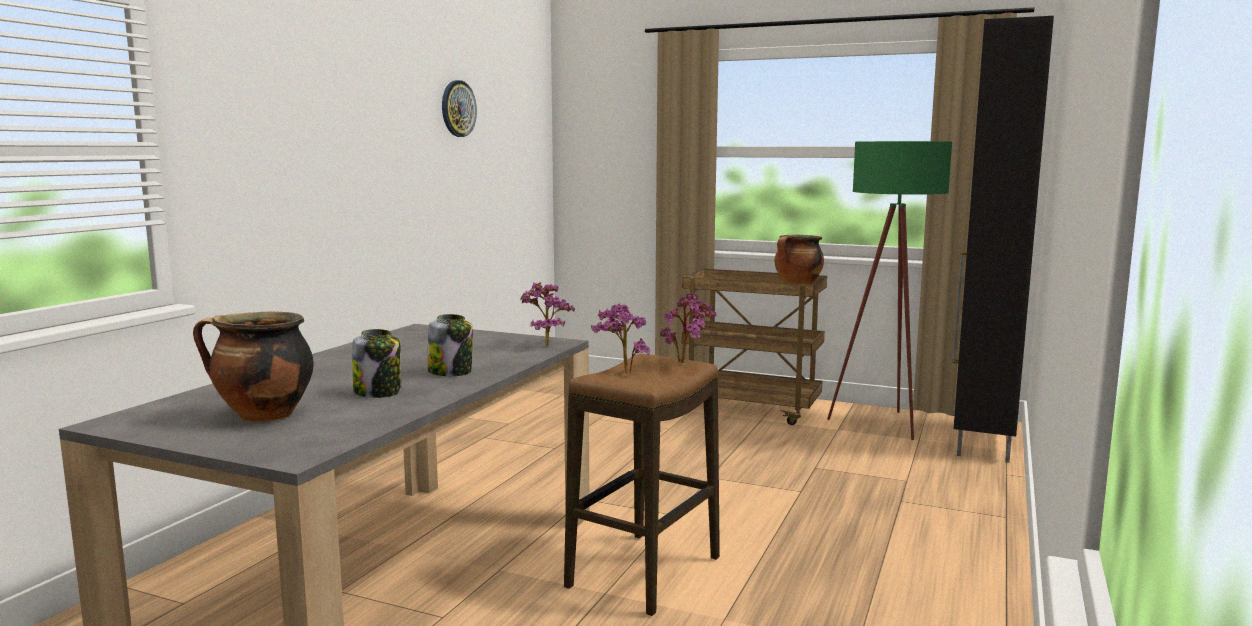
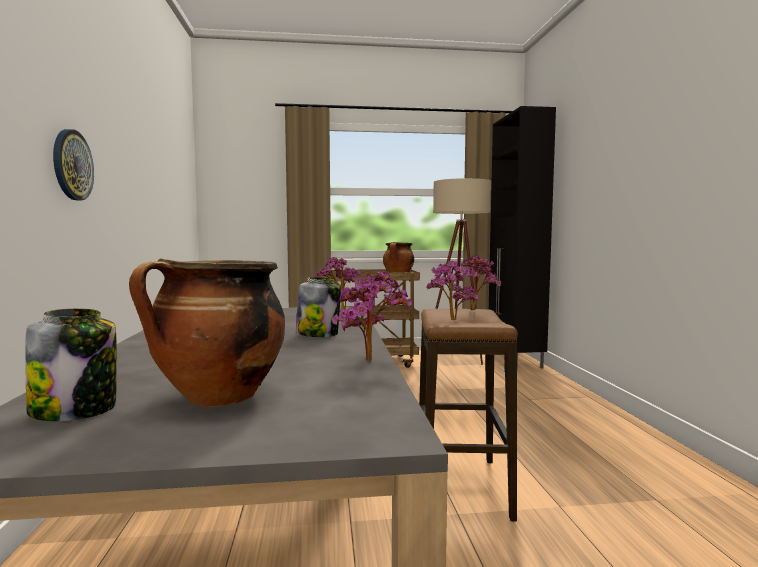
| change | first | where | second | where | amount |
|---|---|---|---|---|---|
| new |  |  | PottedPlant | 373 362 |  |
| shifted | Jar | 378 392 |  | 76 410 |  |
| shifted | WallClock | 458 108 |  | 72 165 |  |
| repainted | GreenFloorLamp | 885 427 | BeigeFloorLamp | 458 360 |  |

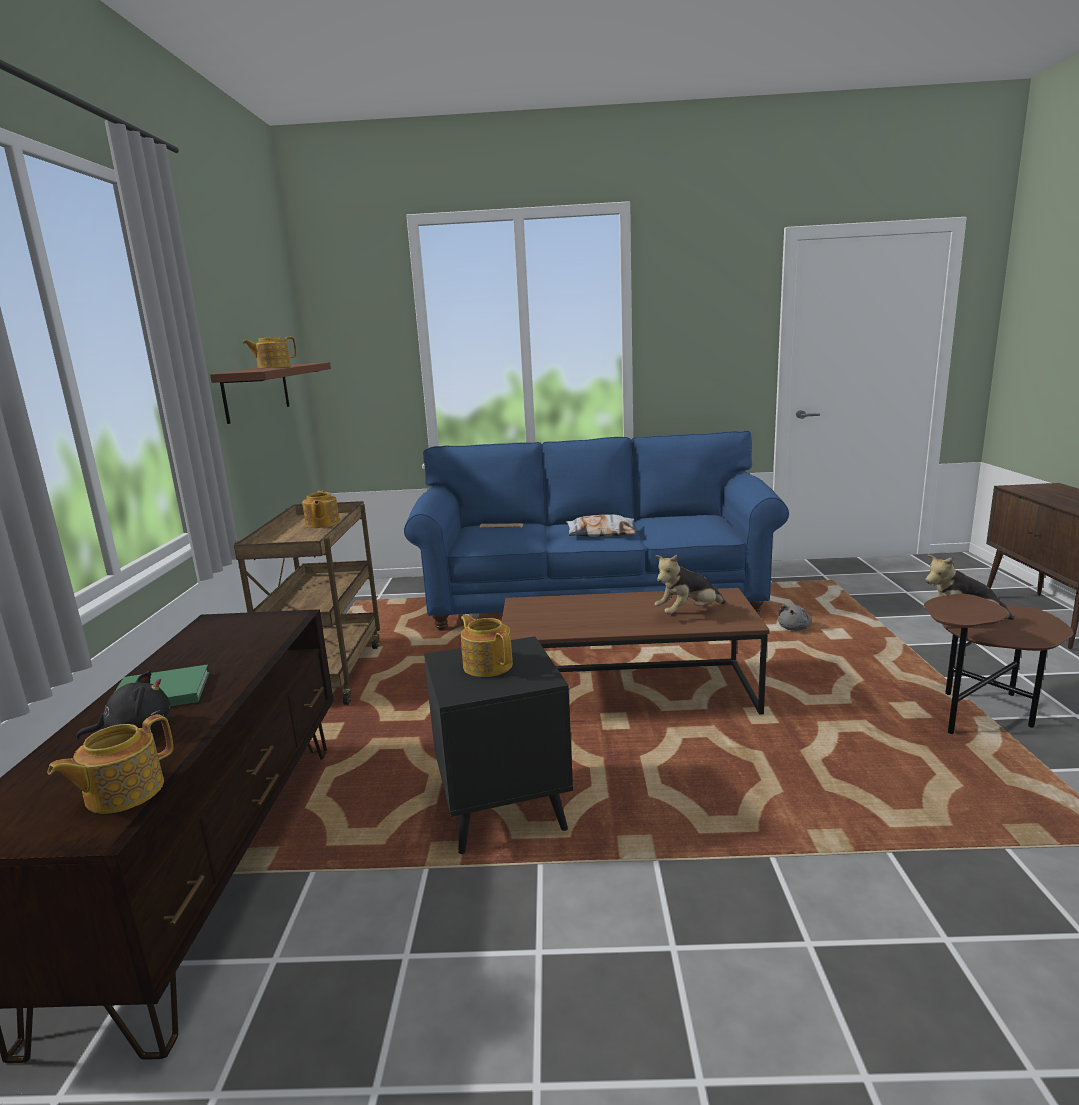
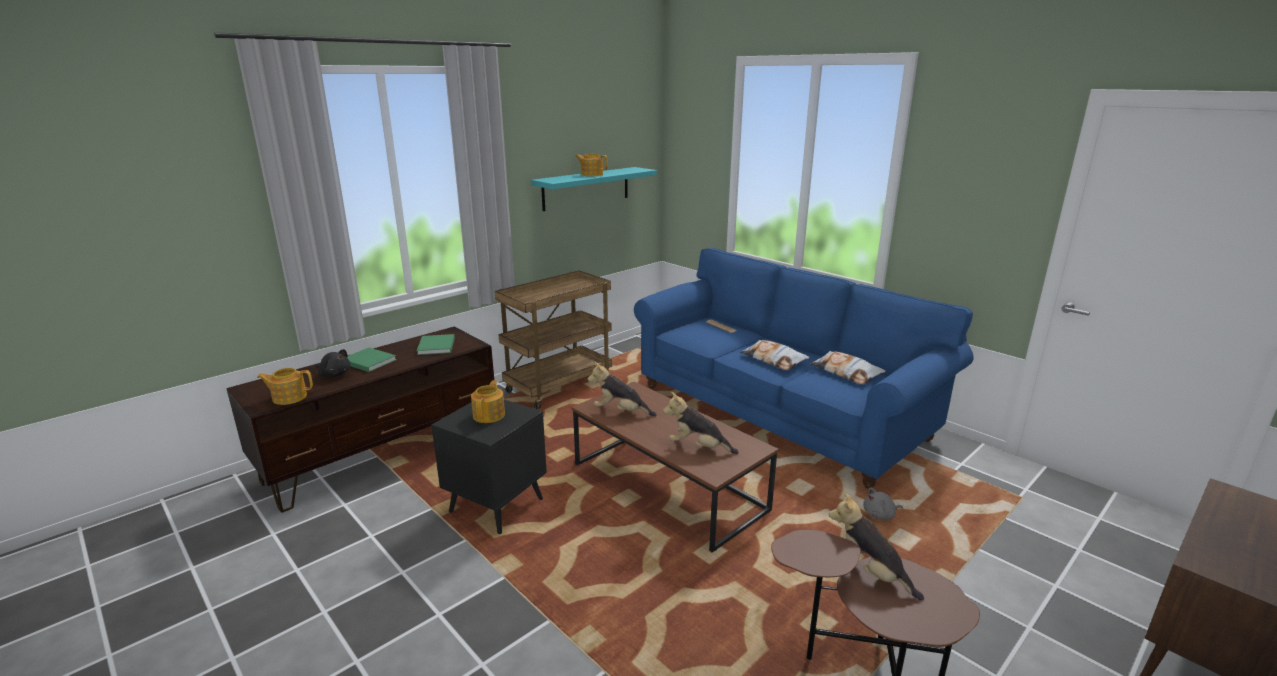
| change | first | where | second | where | amount |
|---|---|---|---|---|---|
| gone | Teapot | 322 524 |  |  |  |
| new |  |  | GreenBook | 436 347 |  |
| new |  |  | PlushToy | 620 411 |  |
| new |  |  | Pillow | 846 372 |  |
| repainted | BrownShelf | 257 391 | TurquoiseShelf | 586 188 |  |

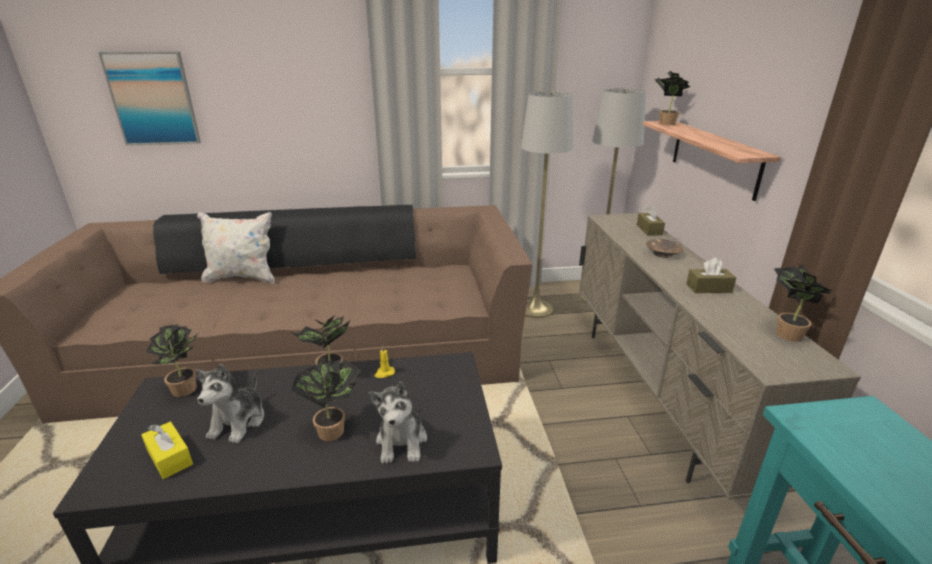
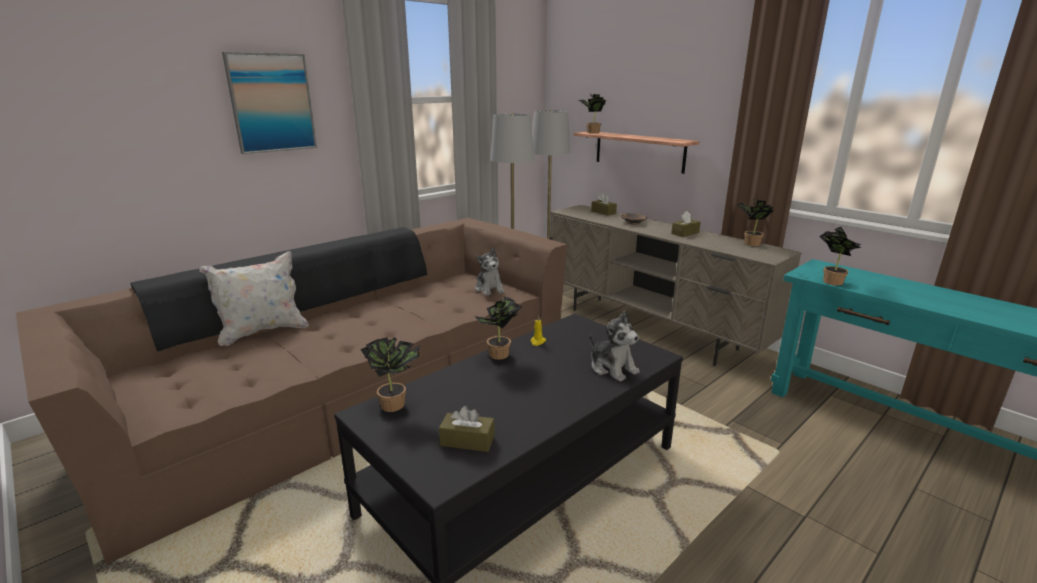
| change | first | where | second | where | amount |
|---|---|---|---|---|---|
| shifted | Picture | 153 99 |  | 271 103 |  |
| shifted | PlushToy | 238 422 |  | 489 289 |  |
| shifted | PottedPlant | 333 429 |  | 830 281 |  |
| repainted | YellowTissueBox | 170 457 | BrownTissueBox | 467 440 |  |

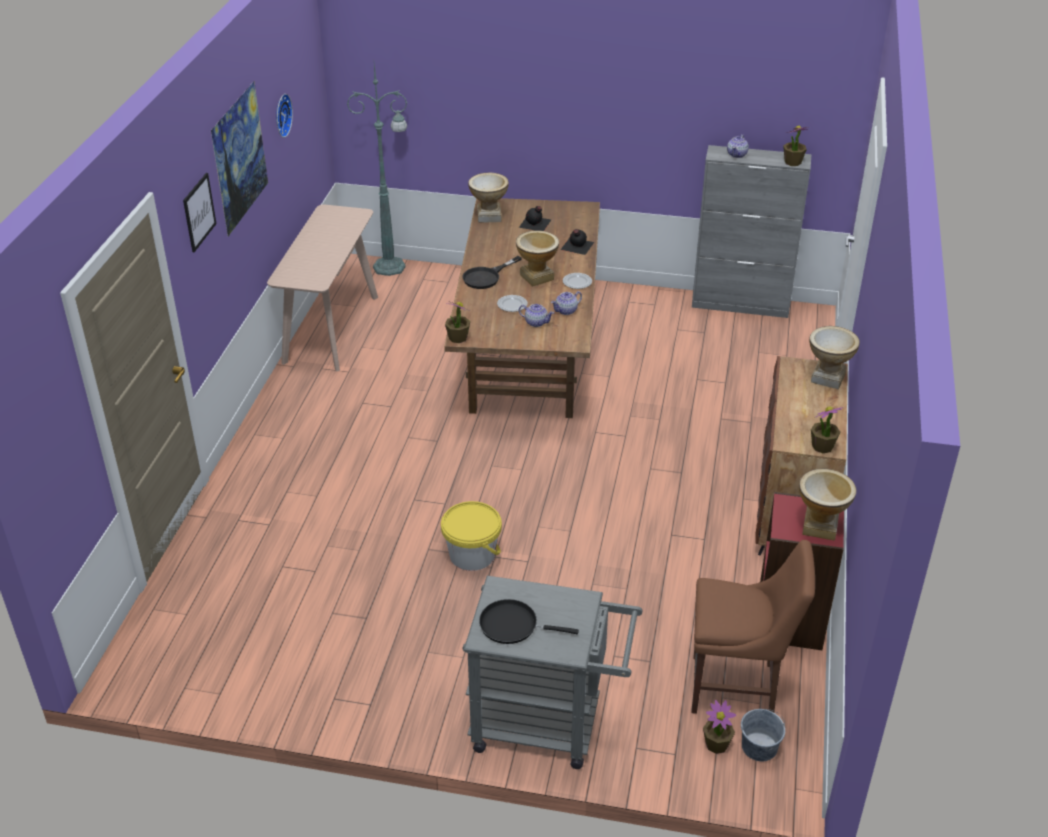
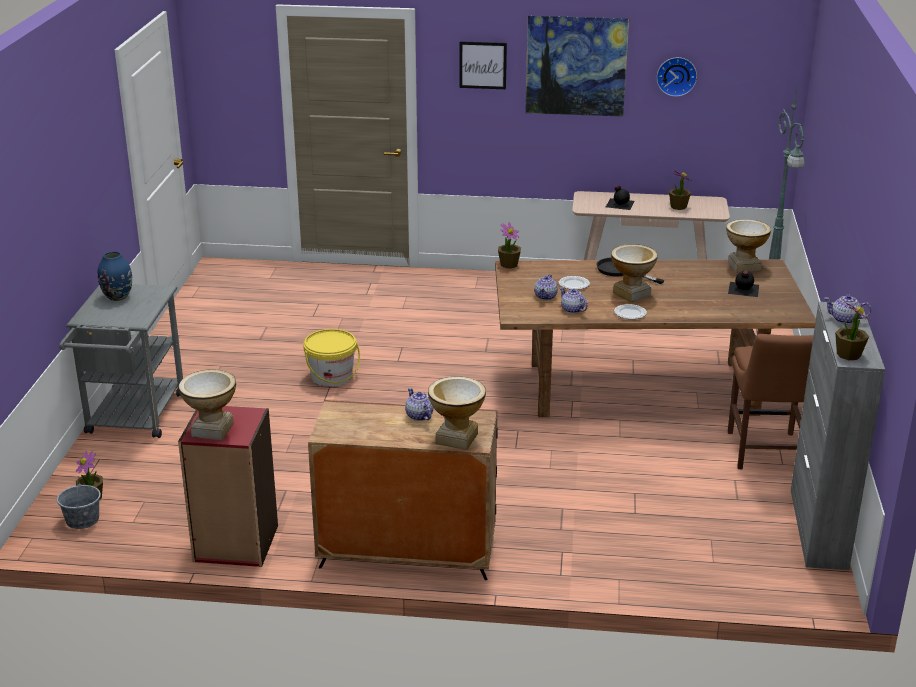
| change | first | where | second | where | amount |
|---|---|---|---|---|---|
| new |  |  | Teapot | 419 416 |  |
| shifted | BlackBottle | 576 246 |  | 619 203 |  |
| shifted | BrownChair | 738 688 |  | 765 453 |  |
| shifted | PottedPlant | 822 447 |  | 678 207 |  |
| swapped | BlackFryingPan | 513 625 | BlueVase | 118 297 |  |

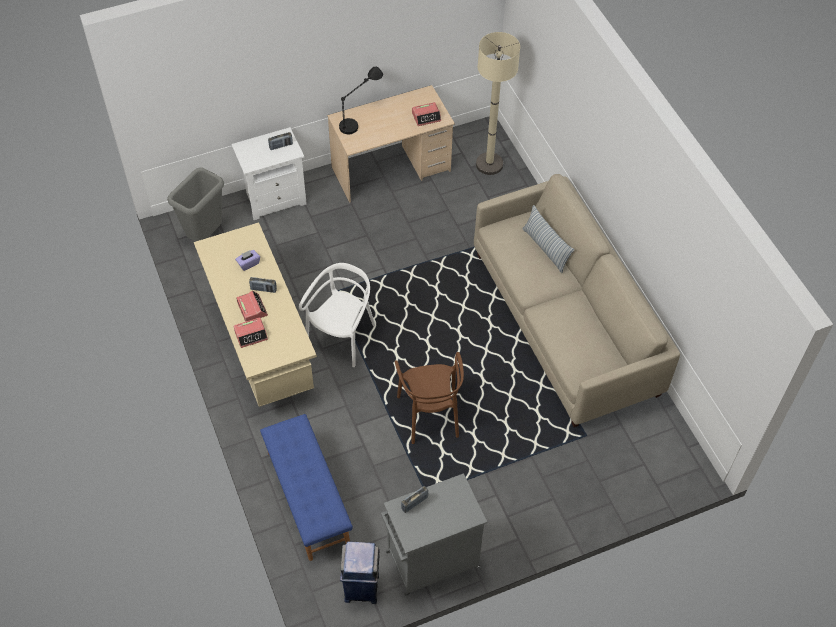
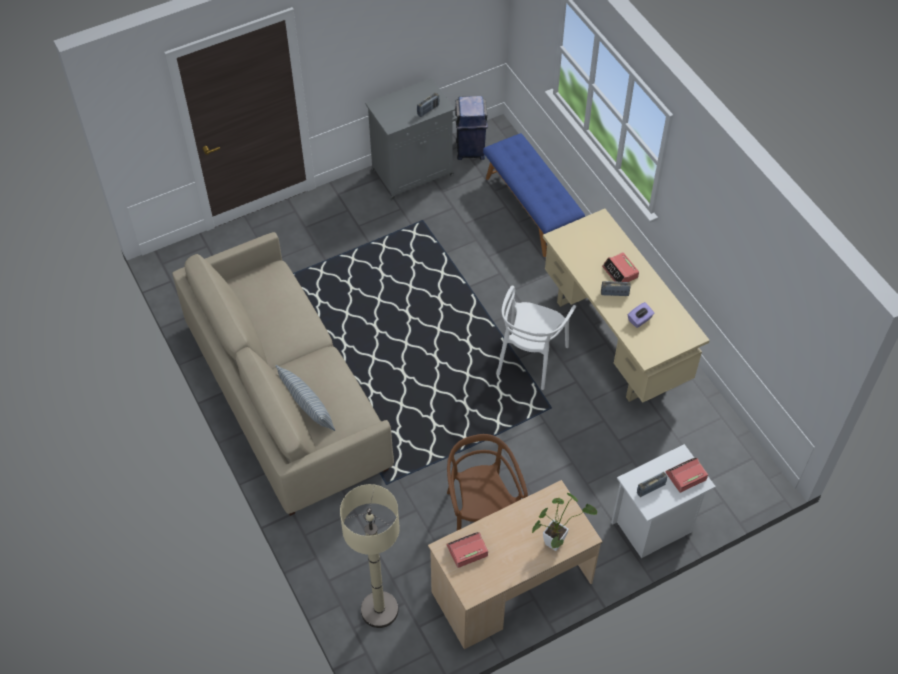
| change | first | where | second | where | amount |
|---|---|---|---|---|---|
| gone | GreyTrashCan | 205 235 |  |  |  |
| shifted | AlarmClock | 251 335 |  | 685 476 |  |
| shifted | BrownChair | 430 415 |  | 481 514 |  |
| swapped | BlackTableLamp | 360 118 | PottedPlant | 556 540 |  |

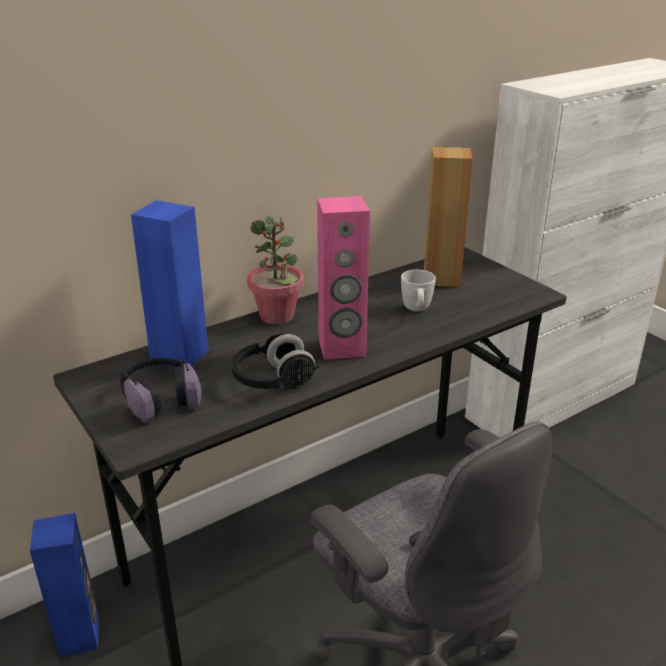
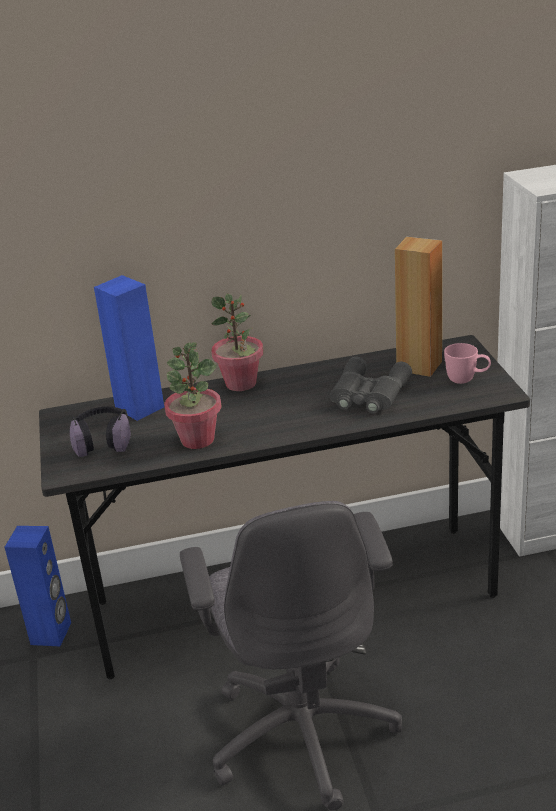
| change | first | where | second | where | amount |
|---|---|---|---|---|---|
| gone | PinkSpeaker | 342 348 |  |  |  |
| new |  |  | PinkMug | 467 380 |  |
| swapped | BlackHeadphones | 273 381 | PottedPlant | 197 439 |  |
| swapped | WhiteMug | 417 311 | GreyBinoculars | 368 395 |  |

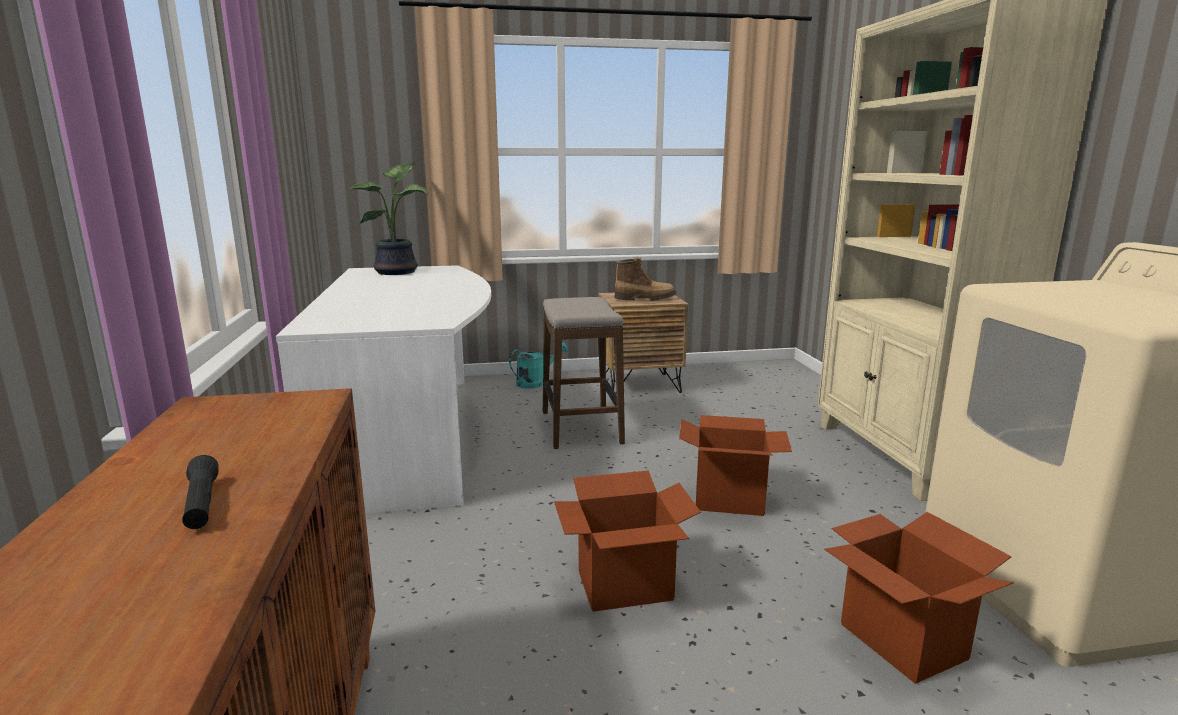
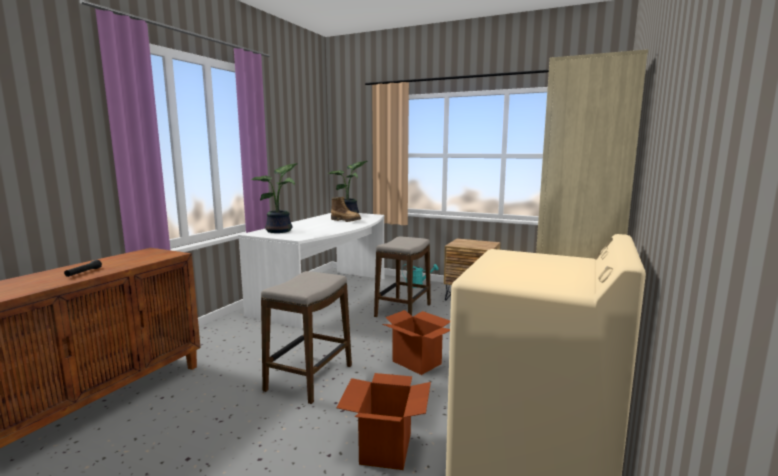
| change | first | where | second | where | amount |
|---|---|---|---|---|---|
| new |  |  | PottedPlant | 281 231 |  |
| shifted | Boot | 645 299 |  | 346 221 |  |
| swapped | CardboardBox | 624 586 | Stool | 309 378 |  |

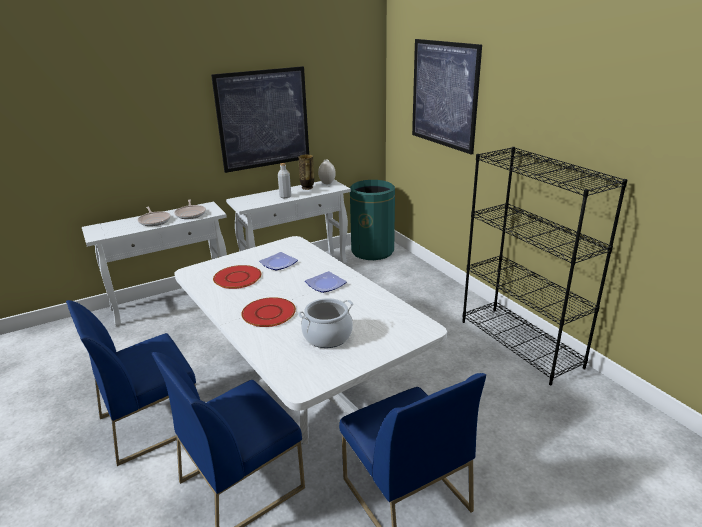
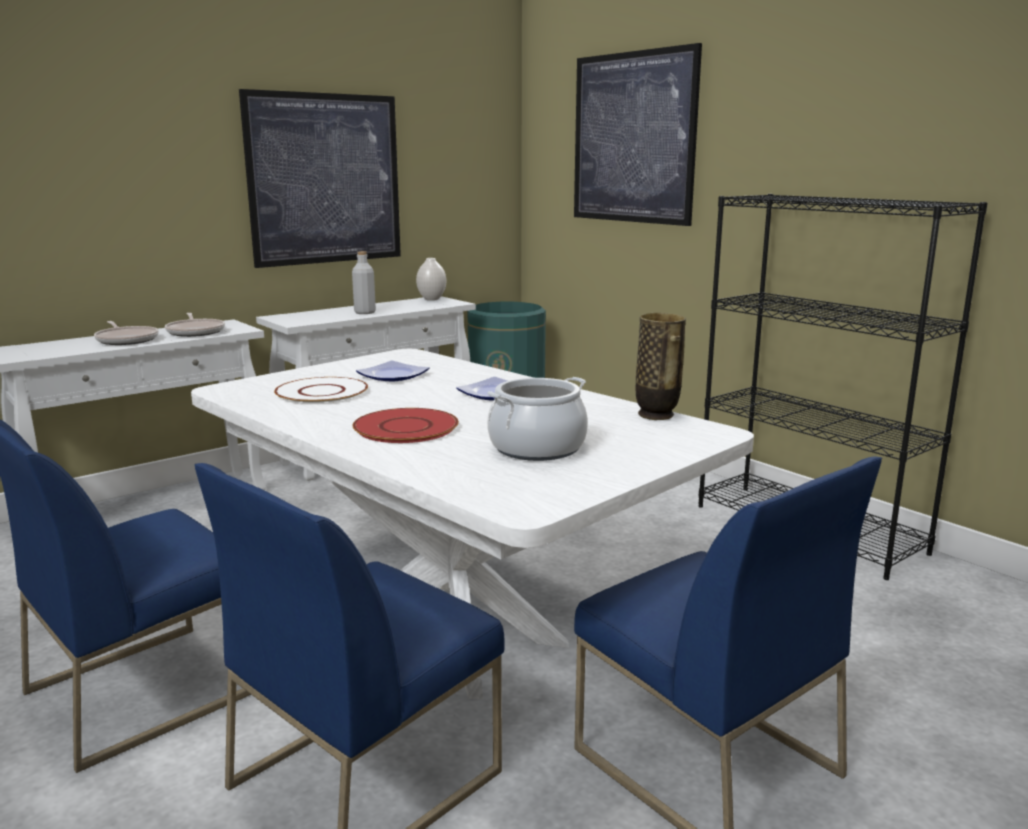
| change | first | where | second | where | amount |
|---|---|---|---|---|---|
| shifted | Vase | 307 188 |  | 656 415 |  |
| repainted | RedPlate | 238 278 | WhitePlate | 322 392 |  |

